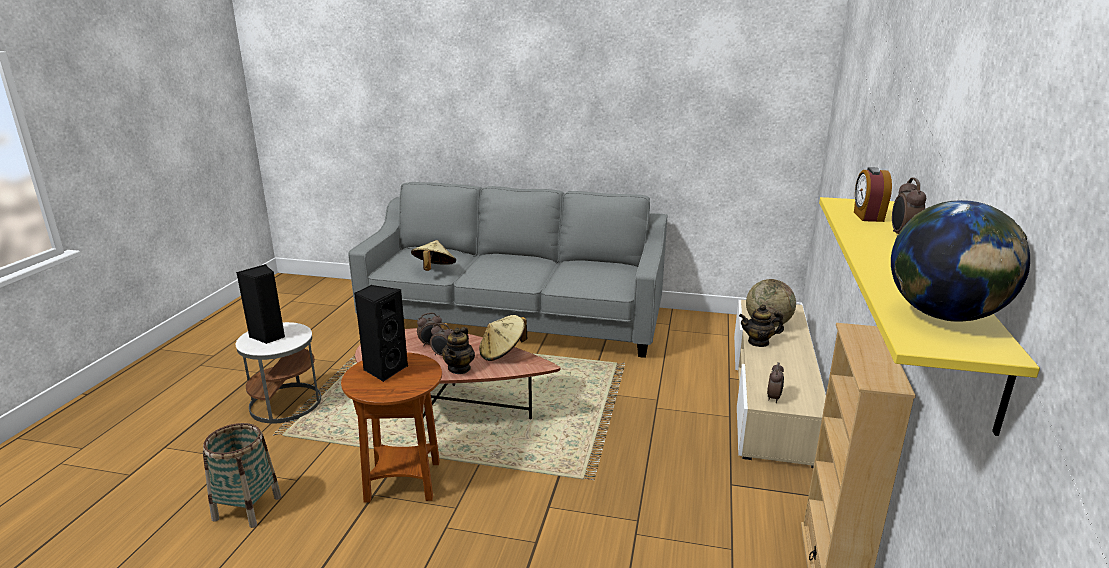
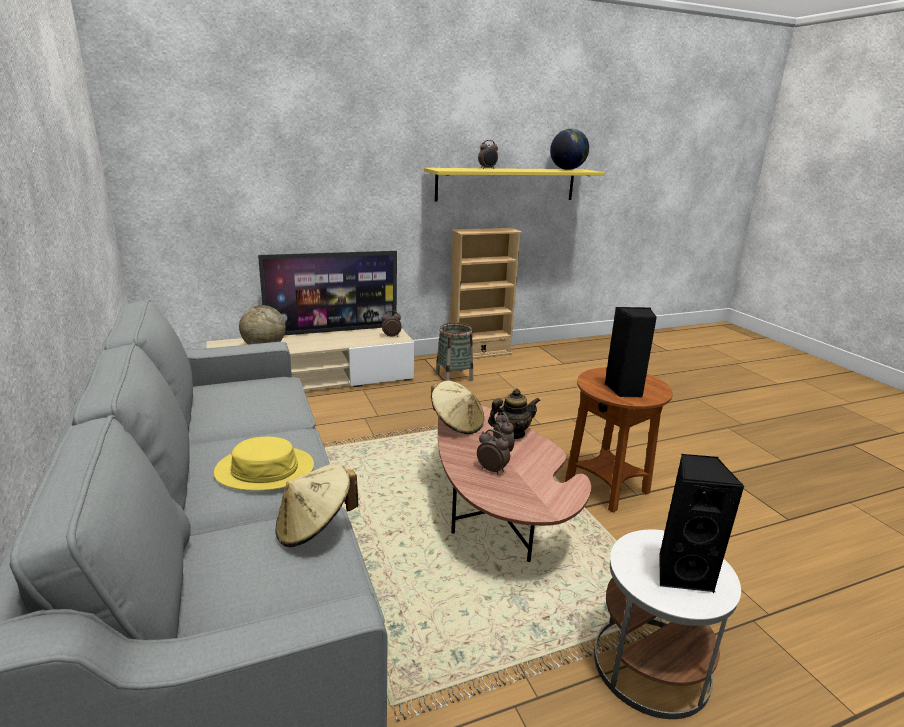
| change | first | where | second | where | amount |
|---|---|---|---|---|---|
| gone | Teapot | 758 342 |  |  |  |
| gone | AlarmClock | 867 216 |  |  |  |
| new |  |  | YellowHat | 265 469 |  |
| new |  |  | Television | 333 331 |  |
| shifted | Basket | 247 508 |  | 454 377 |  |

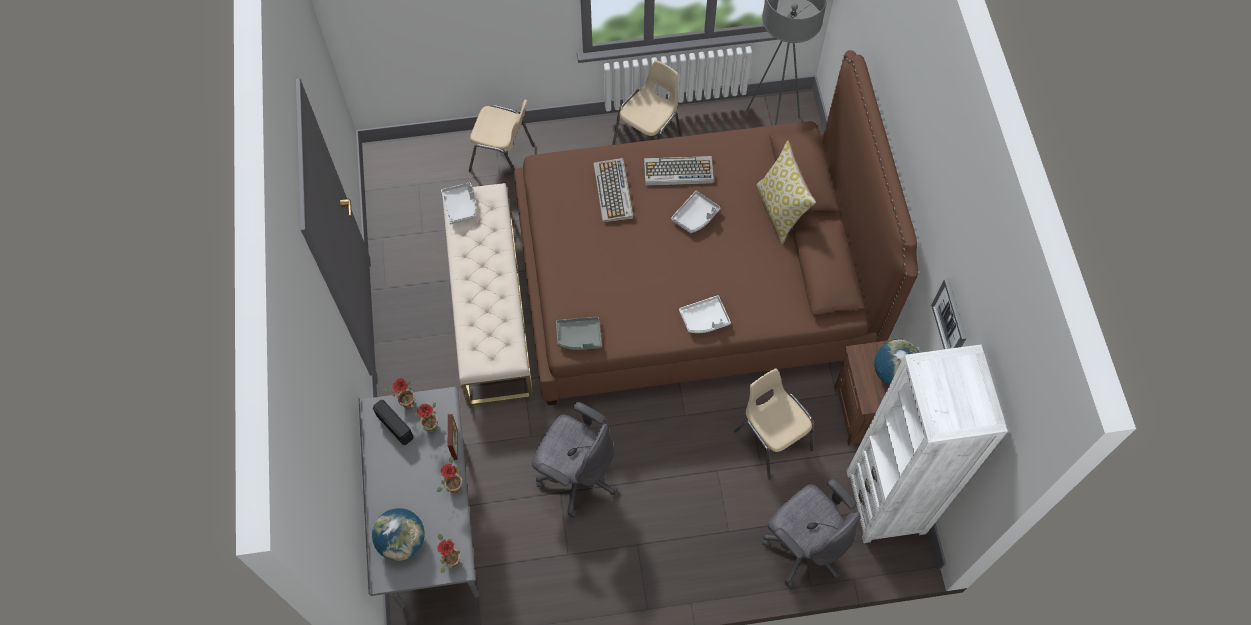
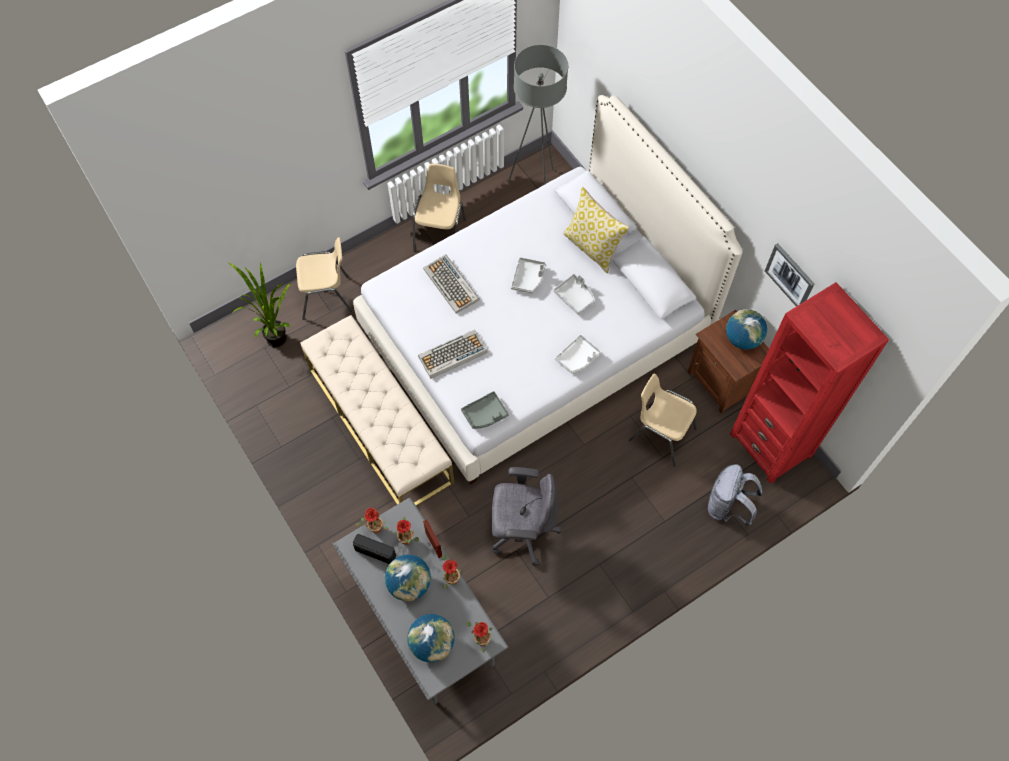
| change | first | where | second | where | amount |
|---|---|---|---|---|---|
| new |  |  | PottedPlant | 275 335 |  |
| new |  |  | Globe | 409 584 |  |
| shifted | GreyTray | 461 206 |  | 575 297 |  |
| shifted | Keyboard | 677 172 |  | 452 355 |  |
| swapped | GreyOfficeChair | 804 546 | GreyBackpack | 727 506 |  |
| repainted | BrownBed | 693 280 | WhiteBed | 535 333 |  |
| repainted | WhiteBookcase | 886 502 | RedBookcase | 771 444 |  |

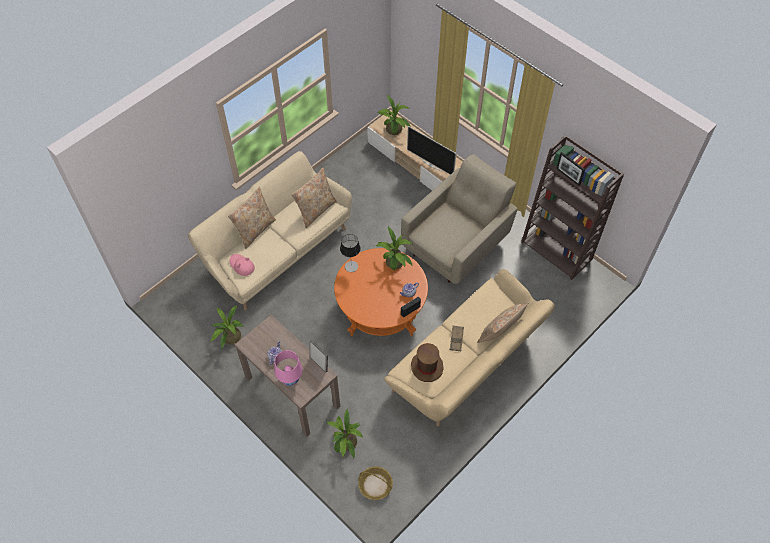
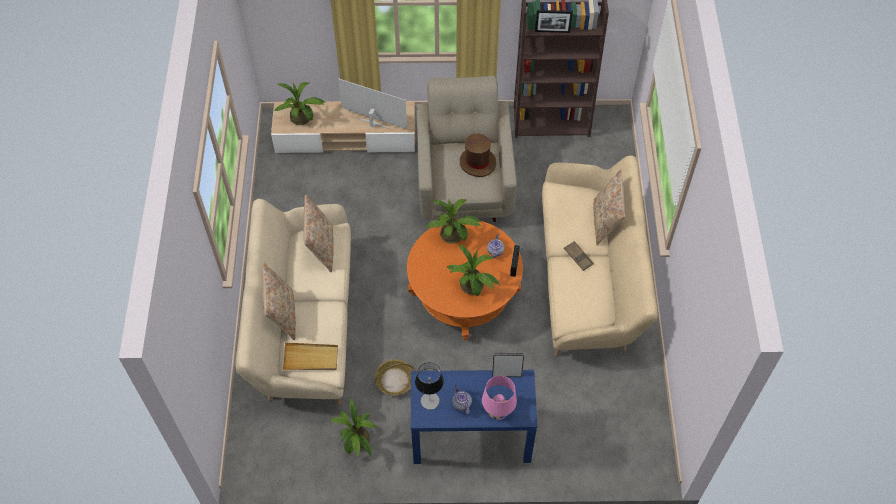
| change | first | where | second | where | amount |
|---|---|---|---|---|---|
| shifted | PottedPlant | 346 445 |  | 473 288 |  |
| shifted | TableLamp | 351 266 |  | 430 401 |  |
| shifted | Basket | 375 485 |  | 394 380 |  |
| shifted | BrownHat | 427 366 |  | 477 162 |  |
| swapped | PinkHat | 242 265 | BeigeTray | 311 358 |  |
| repainted | BrownConsoleTable | 291 391 | BlueConsoleTable | 471 436 |  |
| rotated | Television | 431 164 |  | 373 124 | 150 degrees counterclockwise |

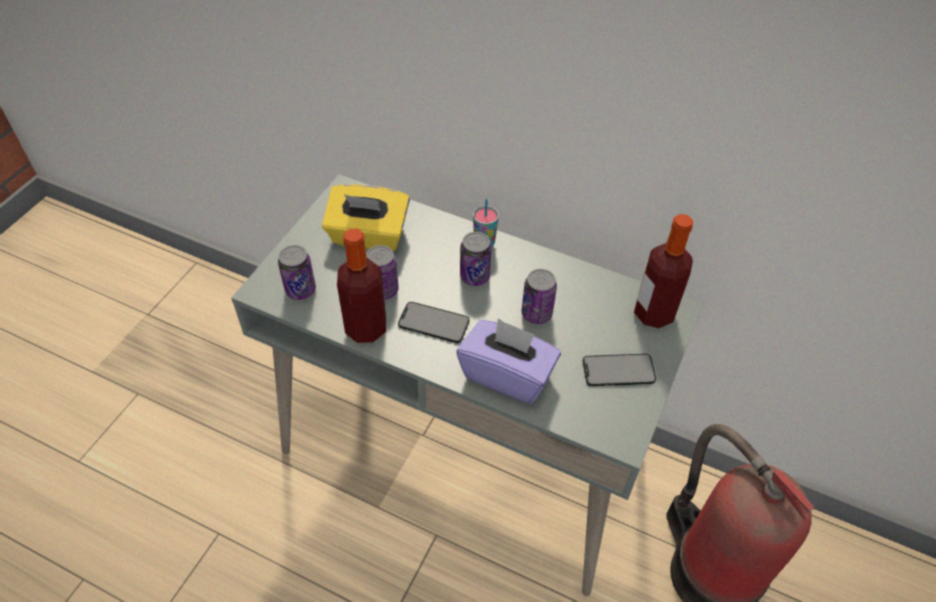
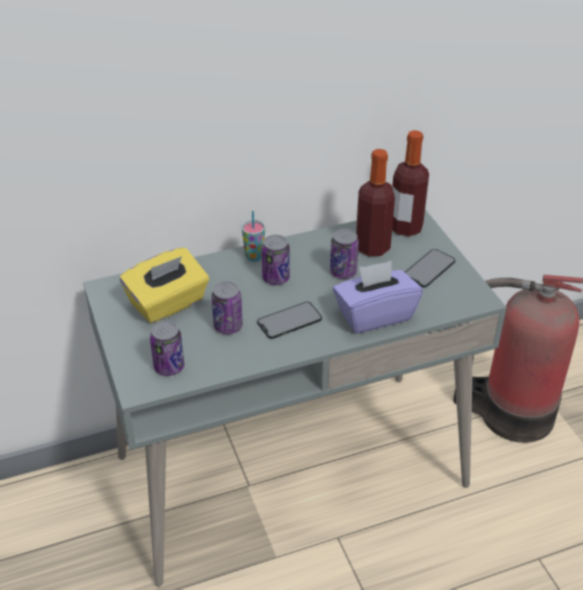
| change | first | where | second | where | amount |
|---|---|---|---|---|---|
| shifted | Bottle | 366 328 |  | 372 247 |  |

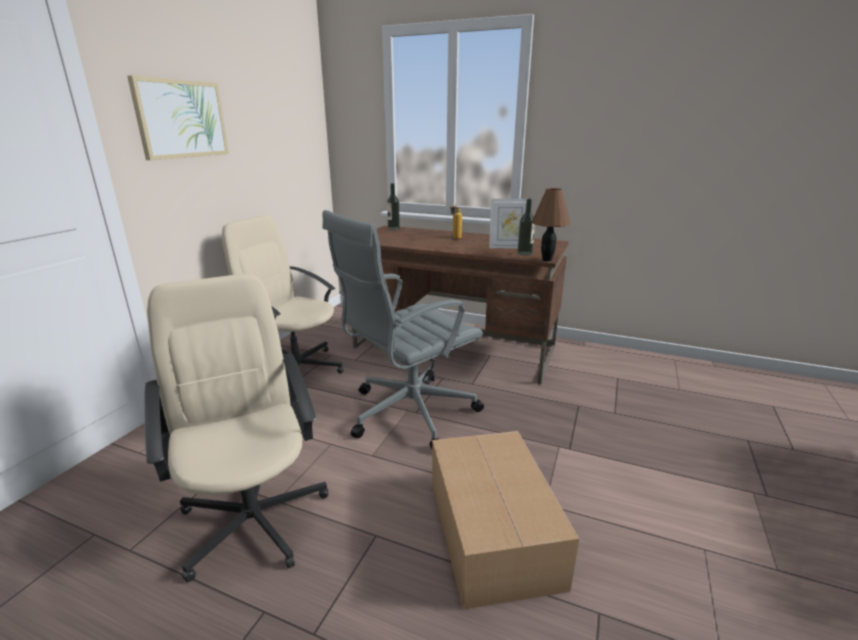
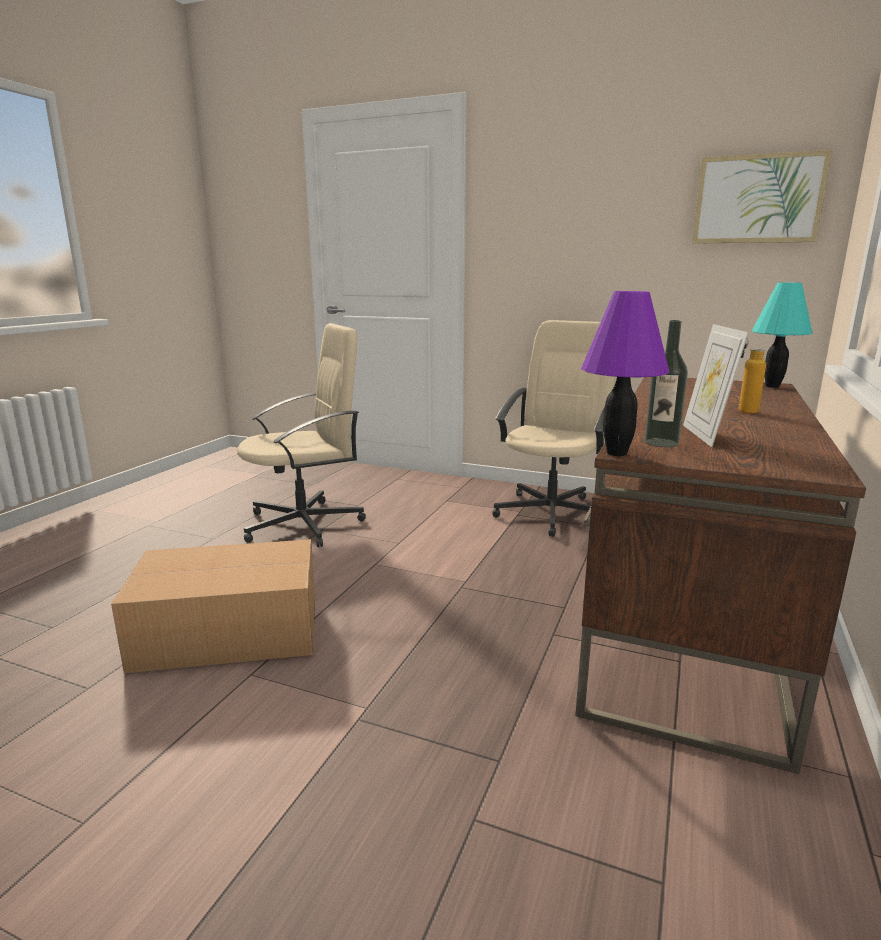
| change | first | where | second | where | amount |
|---|---|---|---|---|---|
| gone | GreyOfficeChair | 408 413 |  |  |  |
| shifted | Picture | 181 119 |  | 757 199 |  |
| swapped | Bottle | 393 228 | TurquoiseTableLamp | 772 386 |  |
| repainted | BrownTableLamp | 546 260 | PurpleTableLamp | 615 453 |  |

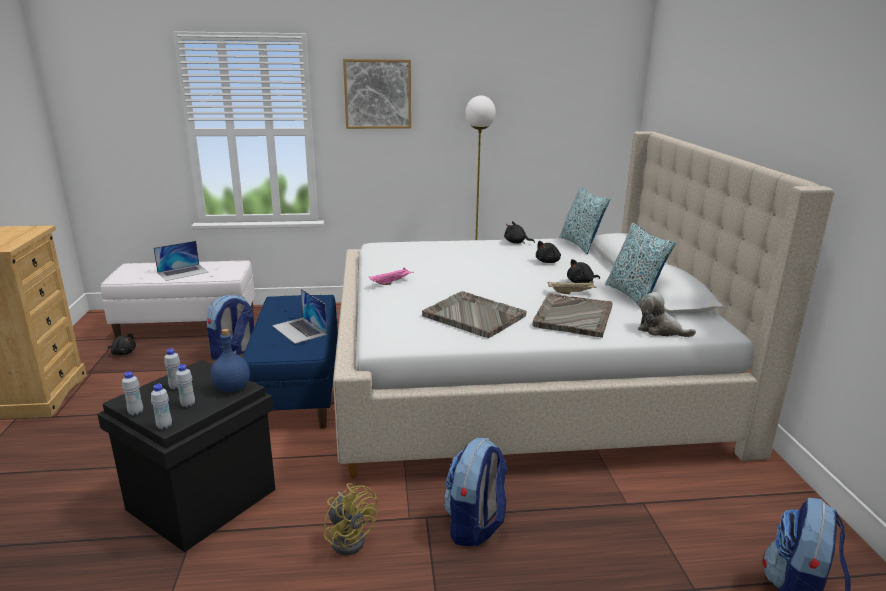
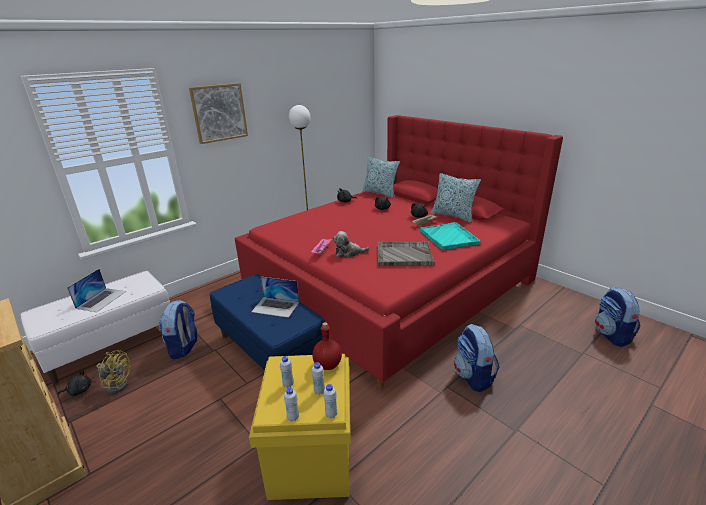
| change | first | where | second | where | amount |
|---|---|---|---|---|---|
| shifted | YellowFan | 350 538 |  | 117 383 |  |
| shifted | PlushToy | 660 330 |  | 349 253 |  |
| repainted | BlackStorageBox | 201 500 | YellowStorageBox | 311 458 |  |
| repainted | BlueBottle | 233 388 | RedBottle | 328 364 |  |
| repainted | BeigeBed | 522 379 | RedBed | 391 285 |  |
| repainted | GreyTray | 573 317 | TurquoiseTray | 449 237 |  |

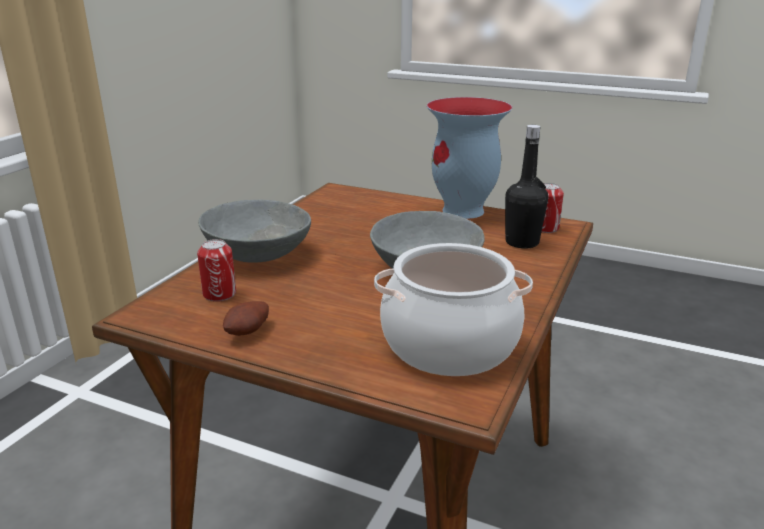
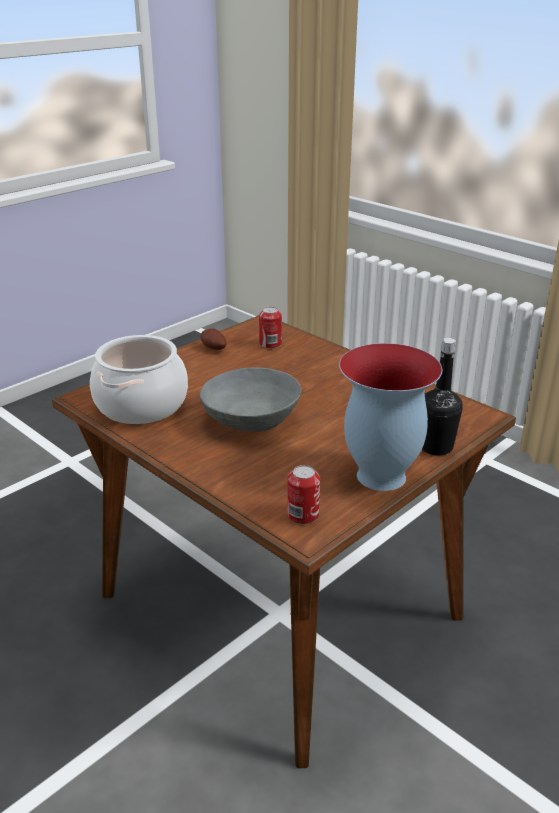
| change | first | where | second | where | amount |
|---|---|---|---|---|---|
| gone | GreyBowl | 256 254 |  |  |  |
| shifted | BlackBottle | 522 242 |  | 436 447 |  |

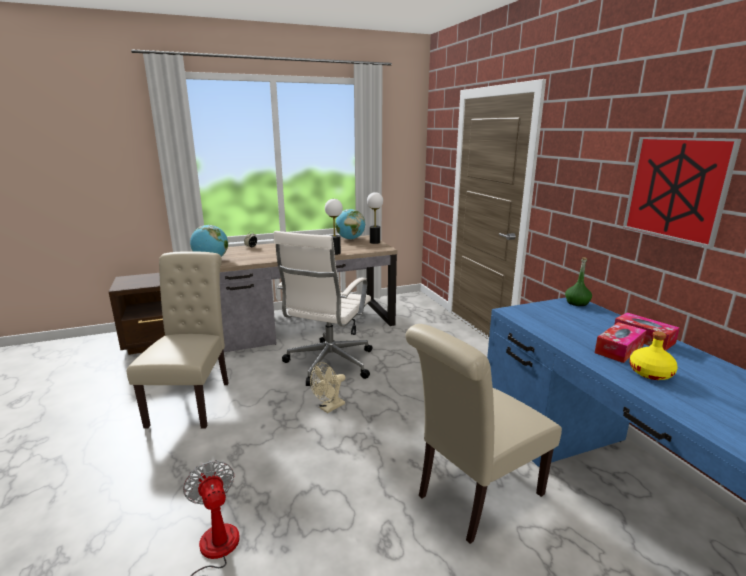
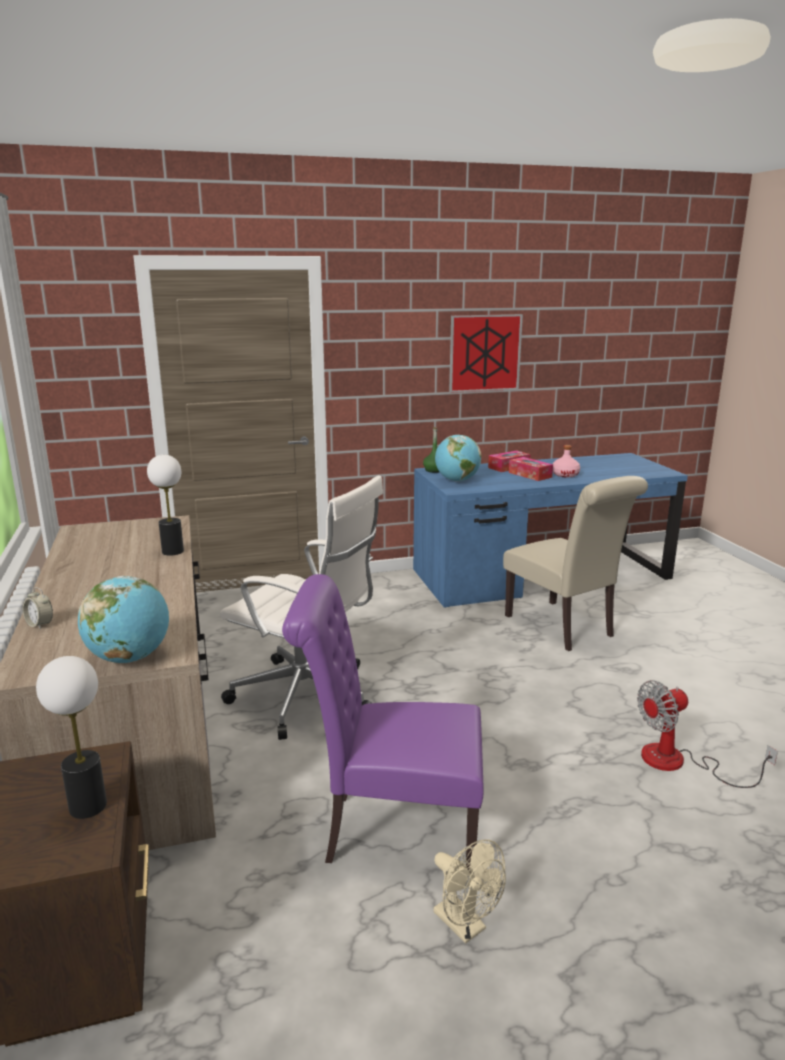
| change | first | where | second | where | amount |
|---|---|---|---|---|---|
| shifted | BeigeFan | 329 408 |  | 465 926 |  |
| shifted | Globe | 350 239 |  | 457 480 |  |
| shifted | TableLamp | 374 242 |  | 87 806 |  |
| repainted | BeigeChair | 193 400 | PurpleChair | 391 831 |  |
| repainted | YellowBottle | 651 373 | PinkBottle | 565 474 |  |

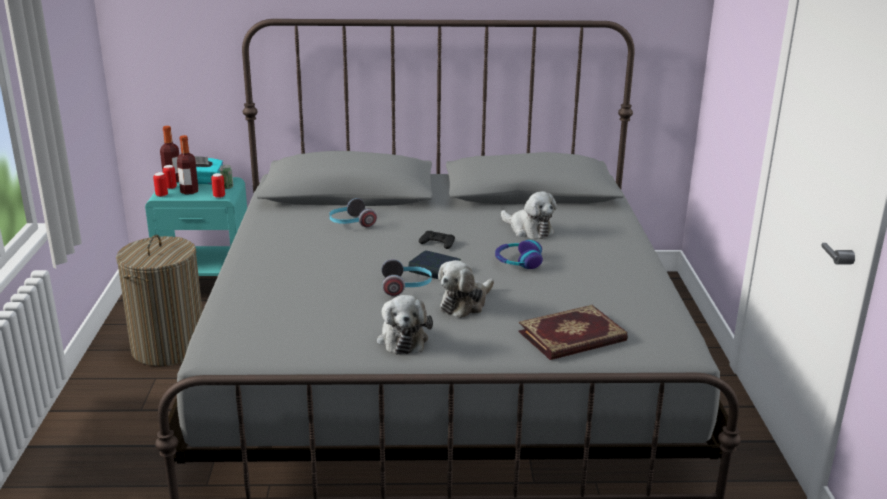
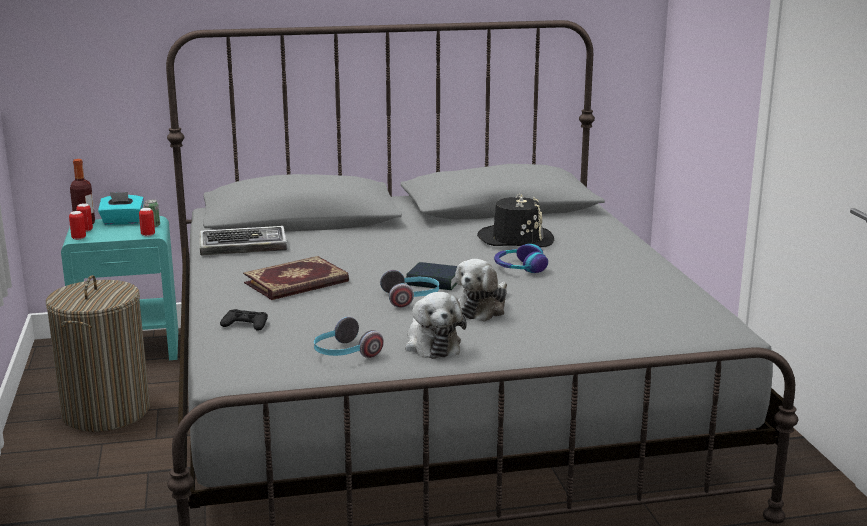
| change | first | where | second | where | amount |
|---|---|---|---|---|---|
| gone | Bottle | 189 191 |  |  |  |
| new |  |  | Keyboard | 244 247 |  |
| shifted | Headphones | 351 223 |  | 344 354 |  |
| shifted | BlackGameController | 437 243 |  | 245 325 |  |
| shifted | Book | 573 337 |  | 297 283 |  |
| swapped | PlushToy | 528 230 | BlackHat | 516 239 |  |

